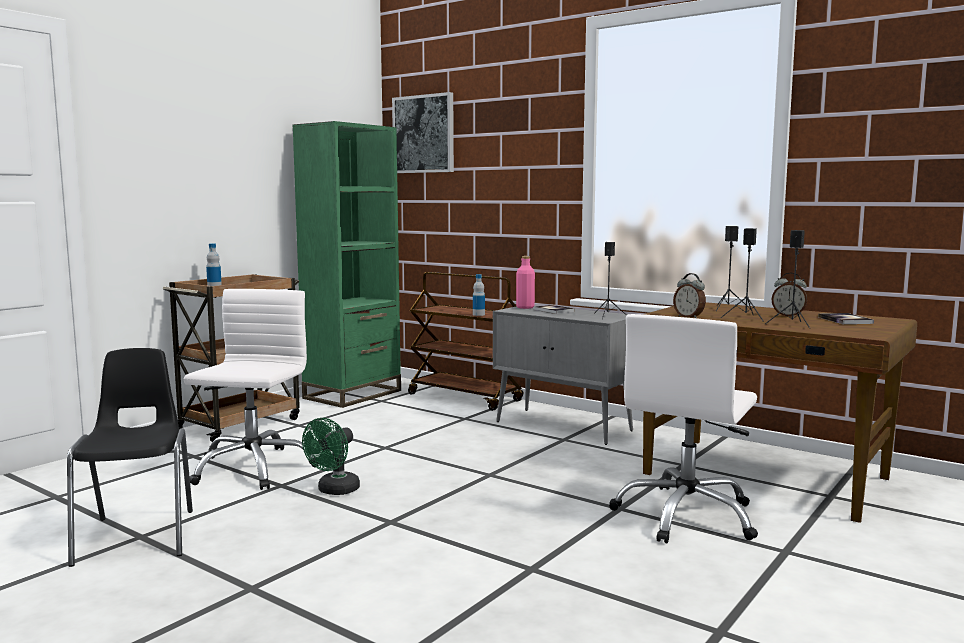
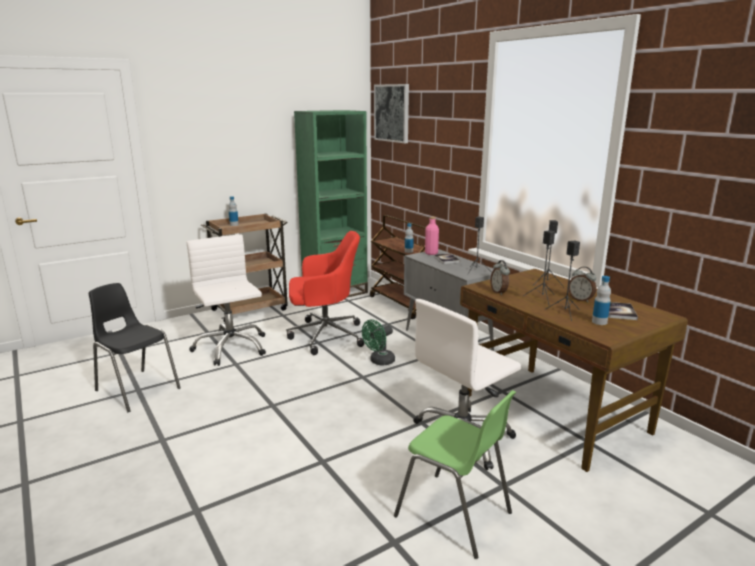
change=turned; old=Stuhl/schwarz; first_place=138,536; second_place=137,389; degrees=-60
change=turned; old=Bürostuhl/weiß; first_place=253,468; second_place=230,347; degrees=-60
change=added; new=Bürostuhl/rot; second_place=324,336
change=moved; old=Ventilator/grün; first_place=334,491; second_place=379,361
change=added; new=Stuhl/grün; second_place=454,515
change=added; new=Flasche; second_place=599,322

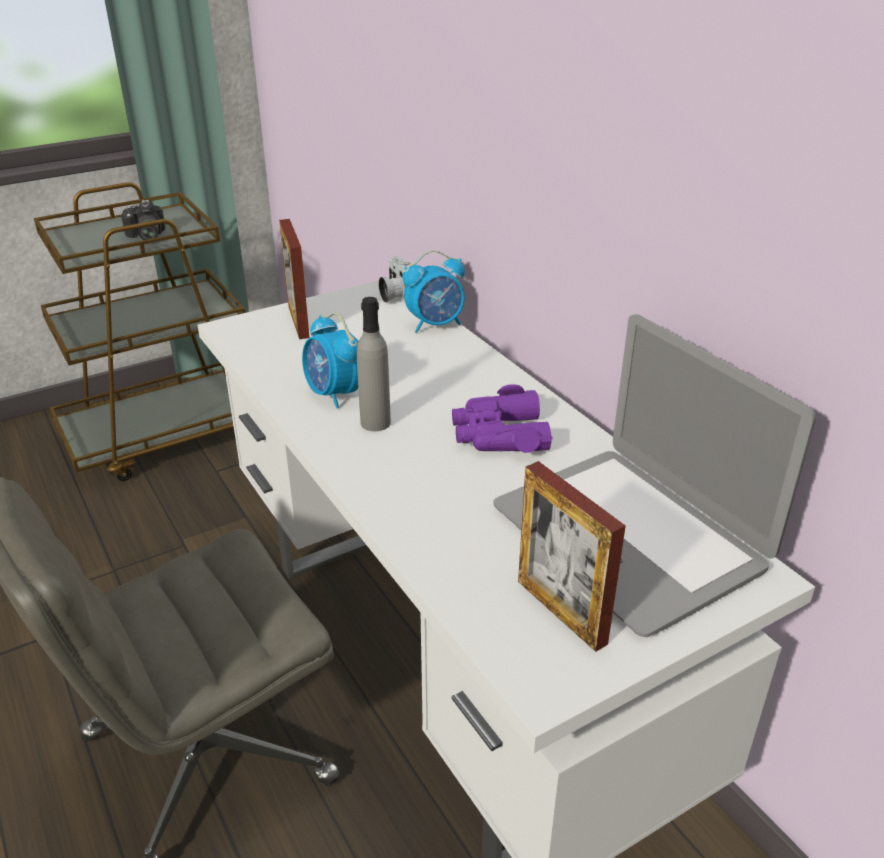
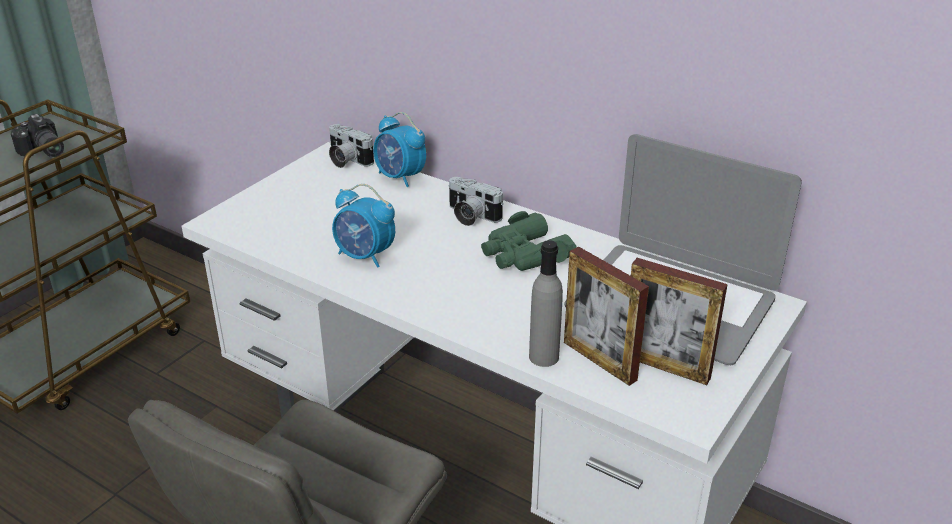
change=turned; old=Wecker; first_place=435,324; second_place=400,177; degrees=90
change=added; new=Kamera; second_place=470,216
change=recoloured; old=Fernglas/lila; new=Fernglas/grün; first_place=499,434; second_place=524,254
change=moved; old=Flasche/grau; first_place=375,423; second_place=544,357
change=moved; old=Bilderrahmen; first_place=298,321; second_place=599,361

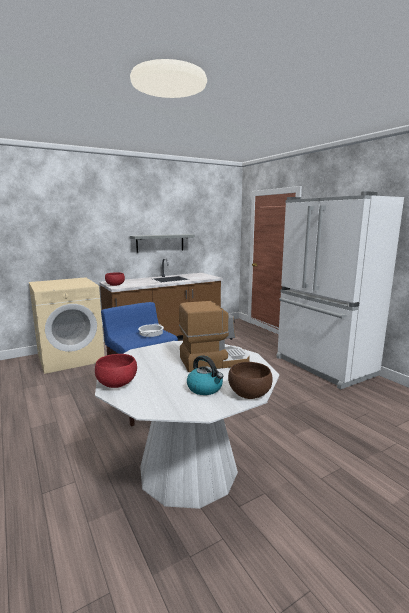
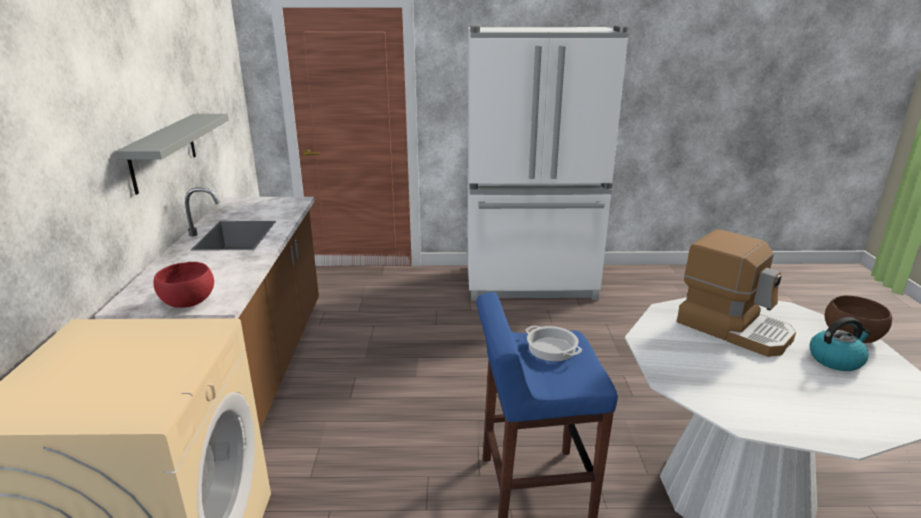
change=turned; old=Kaffeemaschine; first_place=213,360; second_place=734,328; degrees=120
change=removed; old=Schüssel/rot; first_place=117,383

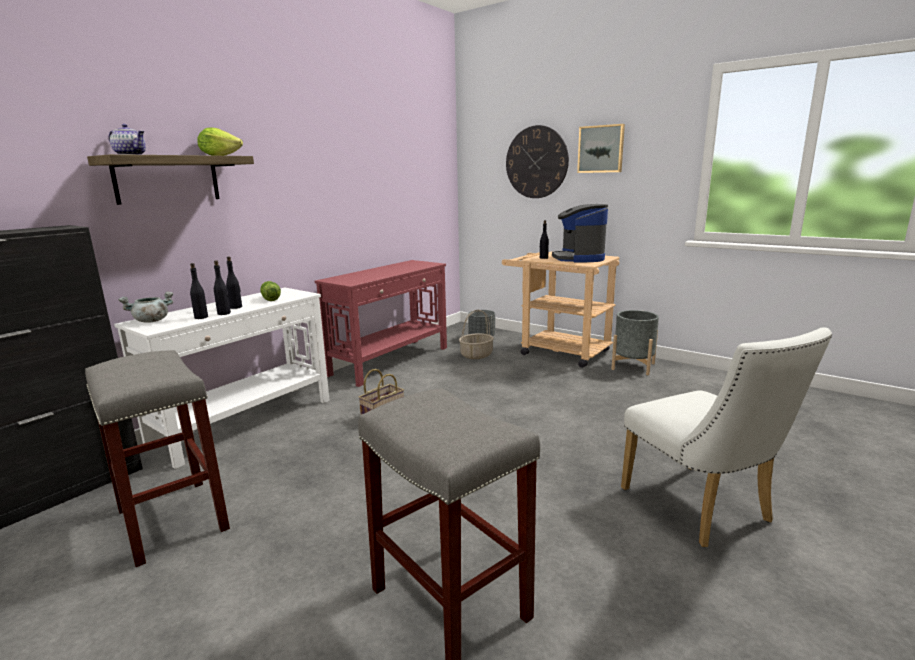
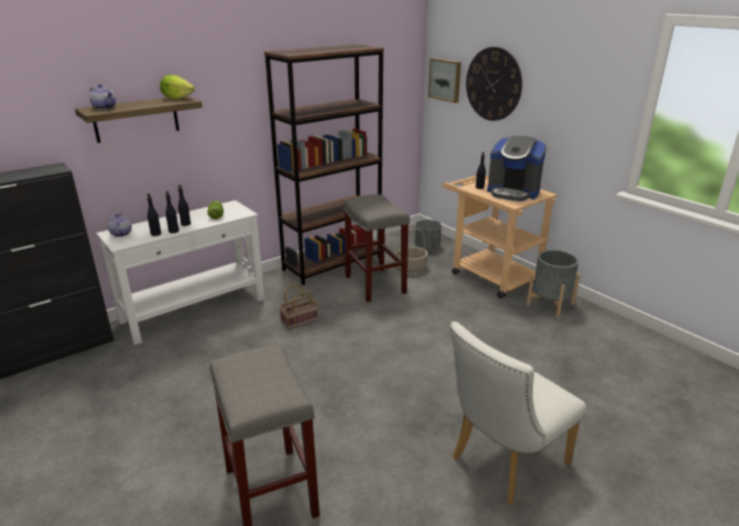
change=replaced; old=Kochtopf/grau; new=Teekanne; first_place=151,321; second_place=121,233
change=replaced; old=Konsolentisch/rot; new=Bücherregal/braun; first_place=391,361; second_place=332,263
change=moved; old=Hocker/grau; first_place=174,520; second_place=376,285
change=moved; old=Bild; first_place=601,149; second_place=445,79
change=turned; old=Stuhl/weiß; first_place=702,510; second_place=503,463; degrees=60
change=turned; old=Kaffeemaschine; first_place=579,258; second_place=513,192; degrees=-75

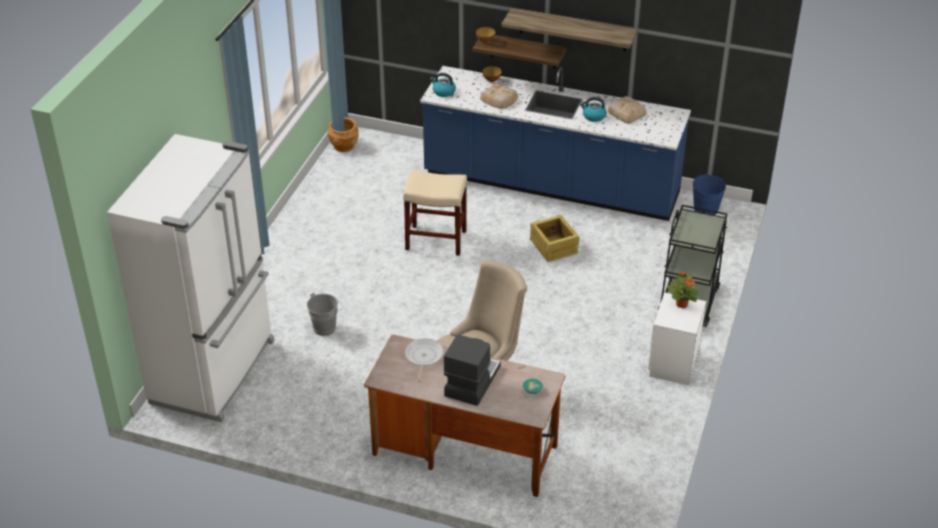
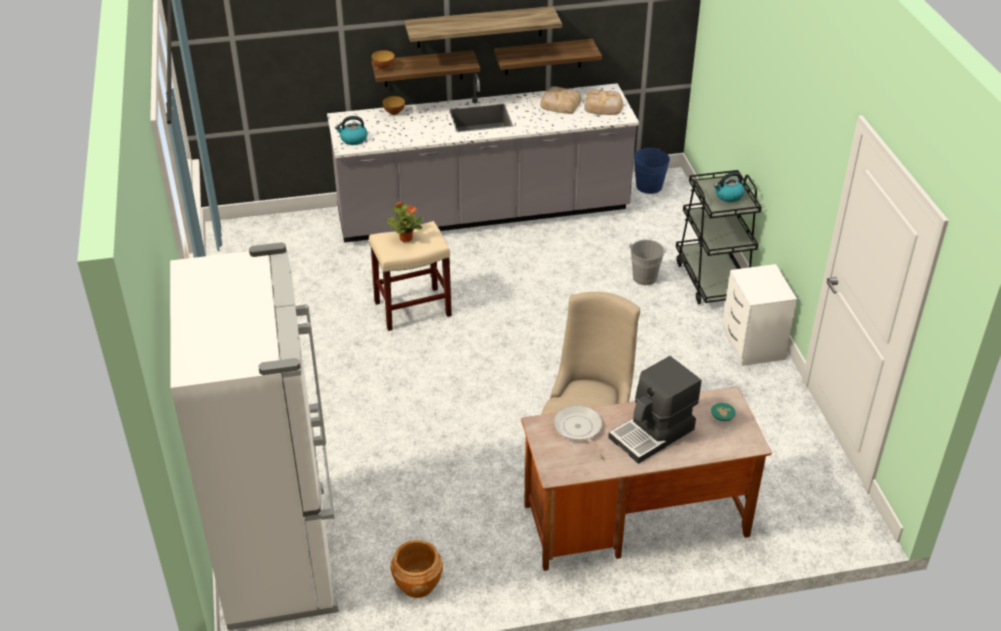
change=recoloured; old=Küchenzeile/blau; new=Küchenzeile/grau; first_place=551,185; second_place=483,213
change=moved; old=Topfpflanze; first_place=681,304; second_place=405,238
change=moved; old=Pflanzkübel/braun; first_place=343,146; second_place=417,584
change=added; new=Wandregal; second_place=543,57
change=moved; old=Brot; first_place=499,99; second_place=604,106
change=turned; old=Kaffeemaschine; first_place=471,381; second_place=653,434; degrees=-120
change=moved; old=Eimer/grau; first_place=326,327; second_place=645,276
change=moved; old=Wasserkessel; first_place=593,116; second_place=728,196
change=removed; old=Kiste; first_place=553,247

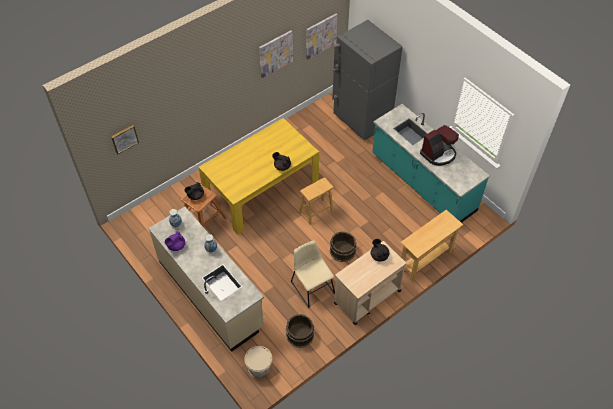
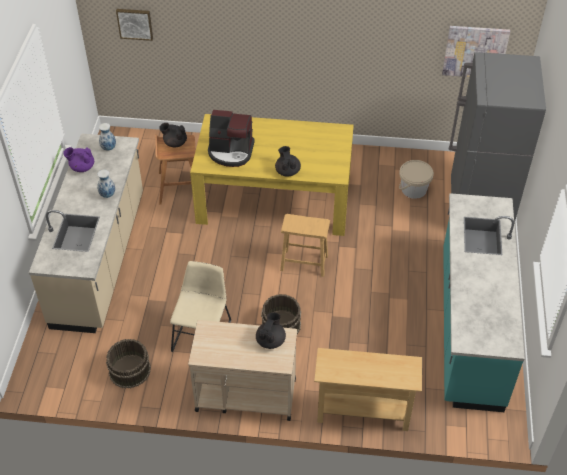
change=moved; old=Kaffeemaschine; first_place=438,154; second_place=231,152
change=moved; old=Eimer/beige; first_place=259,367; second_place=413,189
change=removed; old=Bild; first_place=275,53

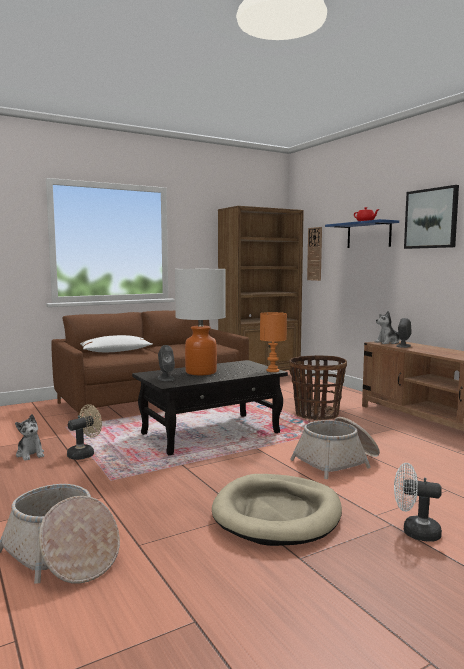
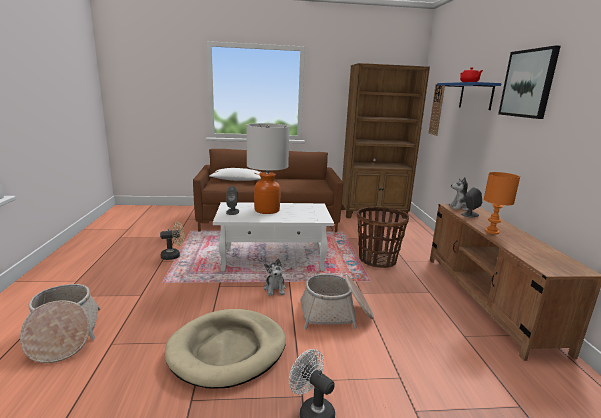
change=recoloured; old=Couchtisch/schwarz; new=Couchtisch/weiß; first_place=211,433; second_place=273,259
change=moved; old=Plüschtier; first_place=30,454; second_place=275,289
change=moved; old=Tischlampe/orange; first_place=272,371; second_place=491,232

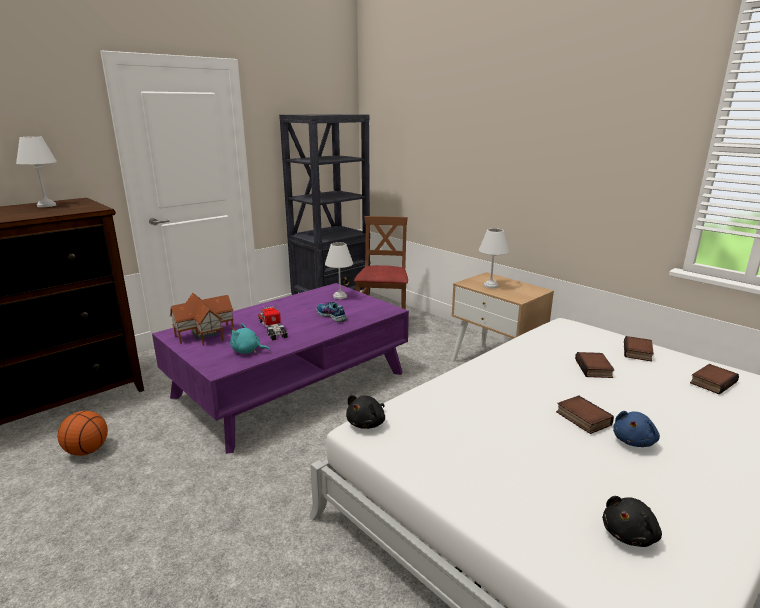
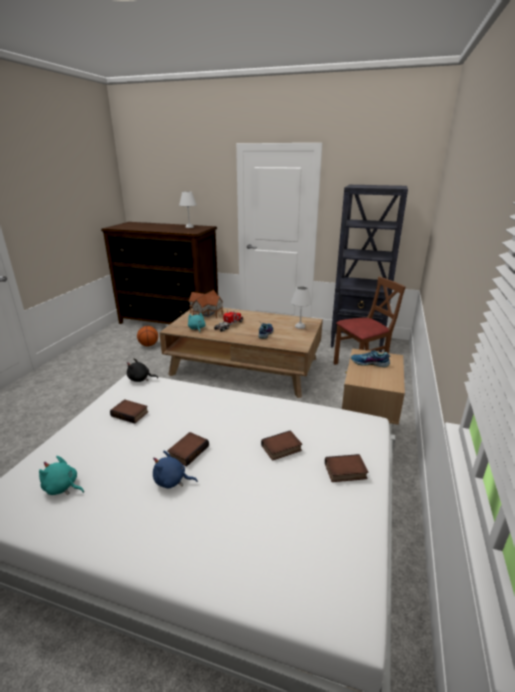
change=recoloured; old=Plüschtier/schwarz; new=Plüschtier/türkis; first_place=630,534; second_place=62,487
change=moved; old=Buch; first_place=712,382; second_place=131,413
change=recoloured; old=Couchtisch/lila; new=Couchtisch/braun; first_place=290,385; second_place=244,366
change=replaced; old=Tischlampe/weiß; new=Schuh; first_place=491,286; second_place=369,363

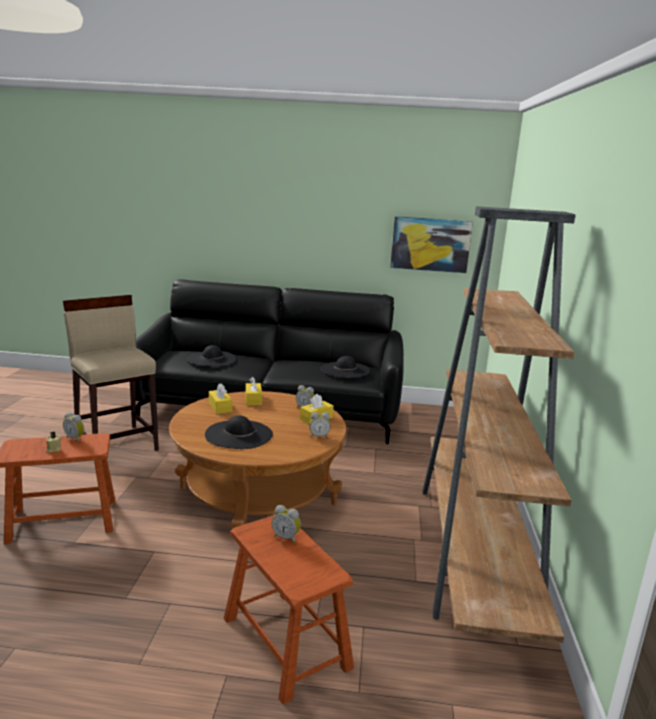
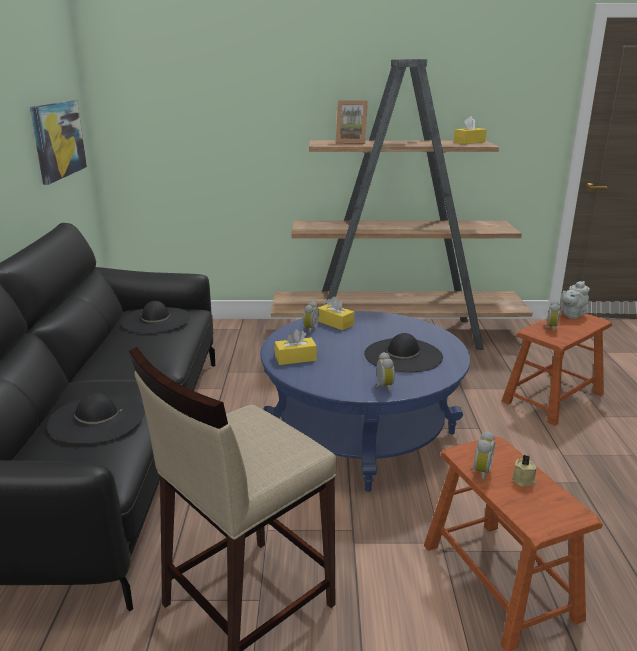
change=recoloured; old=Couchtisch/braun; new=Couchtisch/blau; first_place=257,496; second_place=361,433
change=added; new=Bilderrahmen; second_place=351,142
change=moved; old=Wecker; first_place=319,436; second_place=383,387
change=moved; old=Taschentuchbox/gelb; first_place=220,407; second_place=469,142
change=added; new=Teekanne/grau; second_place=571,315

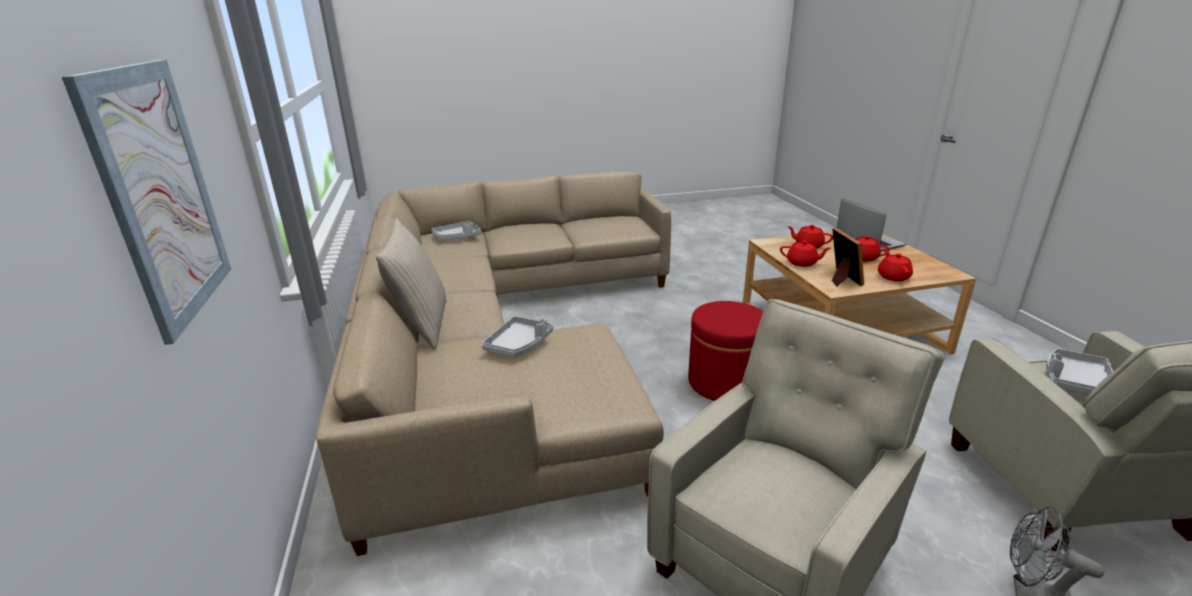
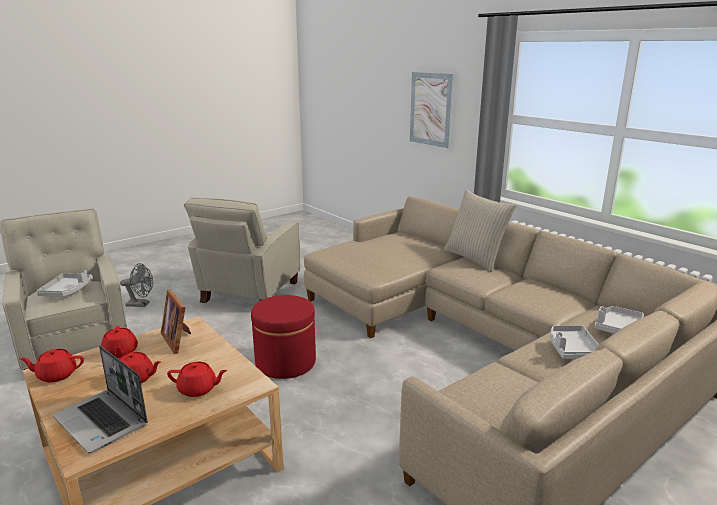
change=moved; old=Teekanne/rot; first_place=802,263; second_place=56,375
change=moved; old=Tablett/grau; first_place=519,345; second_place=572,349

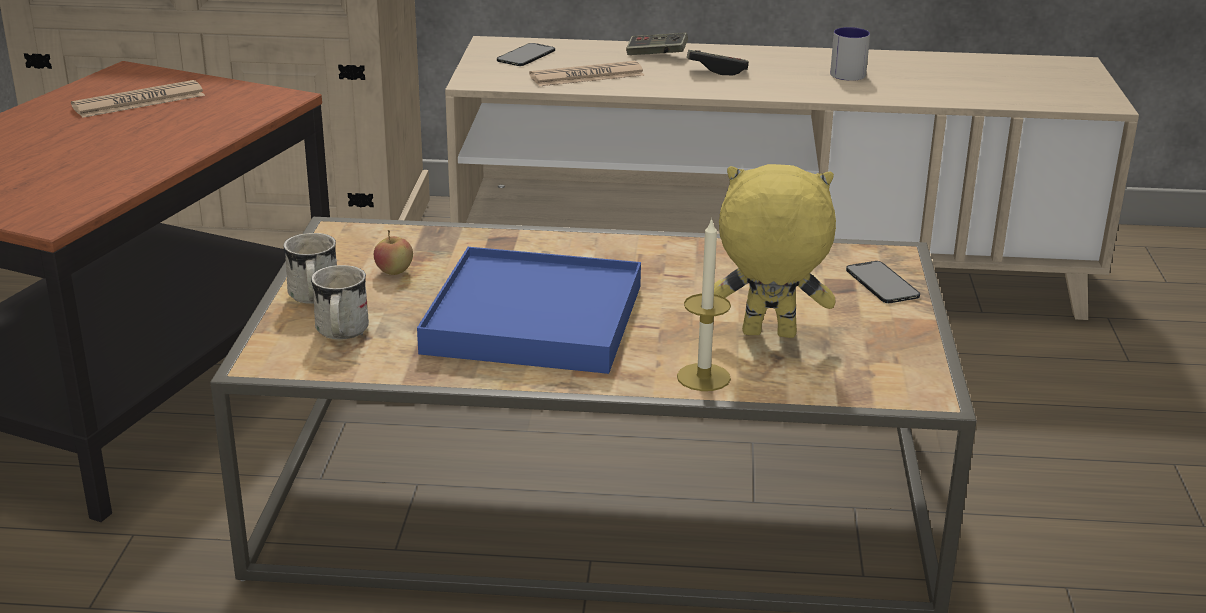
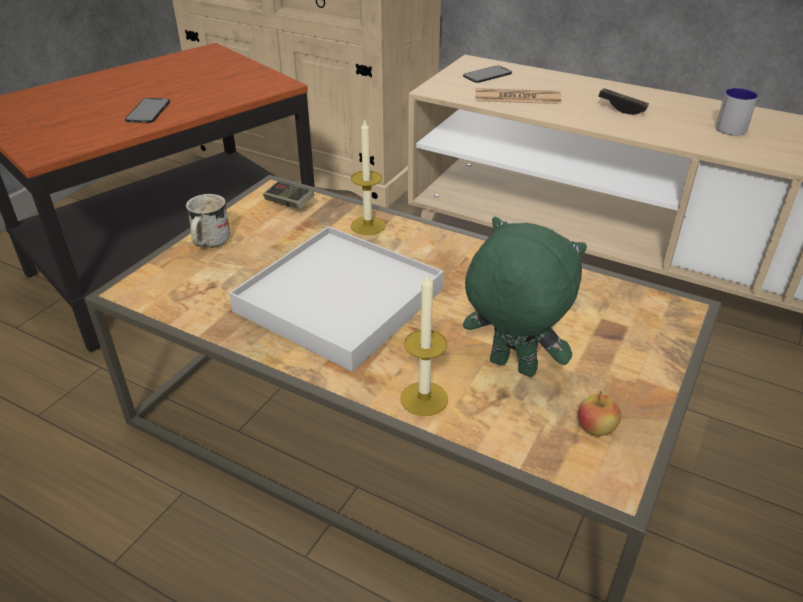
change=moved; old=Handy; first_place=882,283; second_place=148,111
change=recoloured; old=Tablett/blau; new=Tablett/weiß; first_place=533,319; second_place=338,300
change=moved; old=Gamepad; first_place=656,54; second_place=289,203
change=added; new=Kerze; second_place=368,225
change=recoloured; old=Plüschtier/gelb; new=Plüschtier/grün; first_place=768,335; second_place=511,368
change=moved; old=Apfel; first_place=394,272; second_place=595,429
change=removed; old=Zeitung; first_place=139,101
change=removed; old=Henkelbecher/weiß; first_place=340,333

